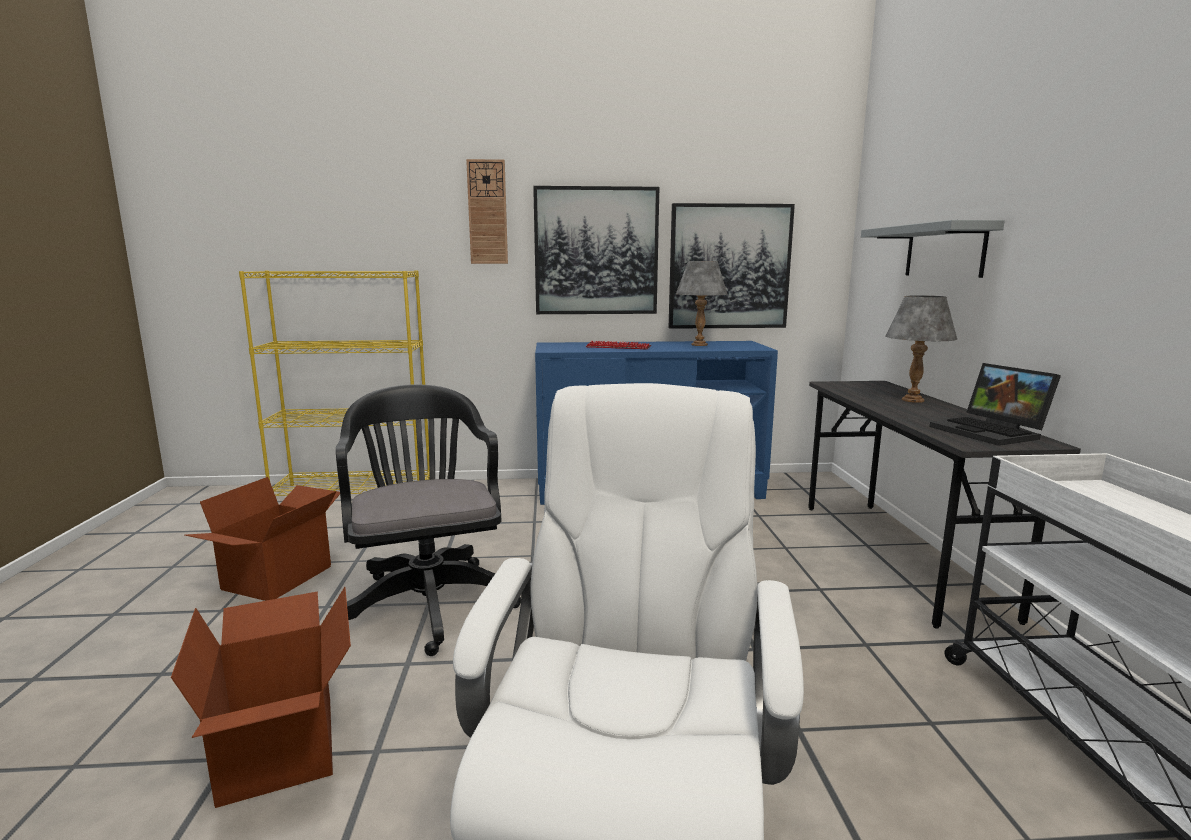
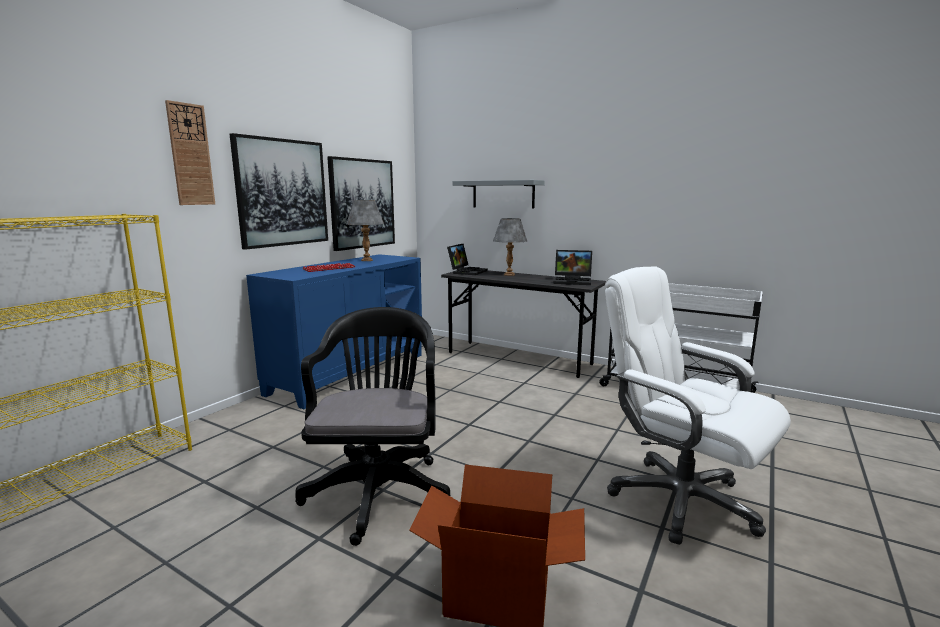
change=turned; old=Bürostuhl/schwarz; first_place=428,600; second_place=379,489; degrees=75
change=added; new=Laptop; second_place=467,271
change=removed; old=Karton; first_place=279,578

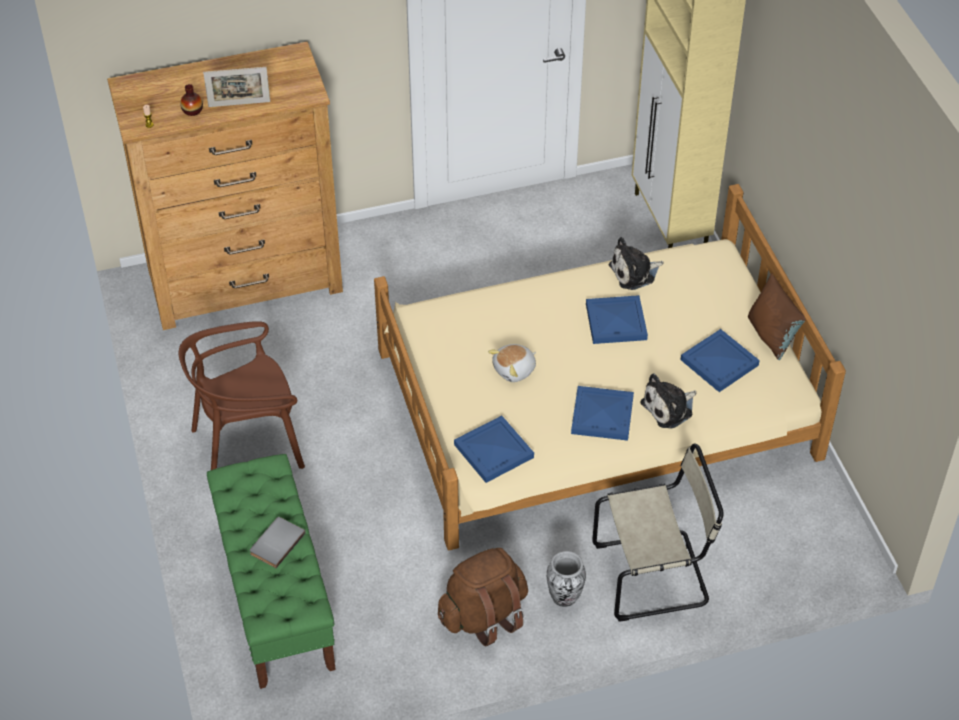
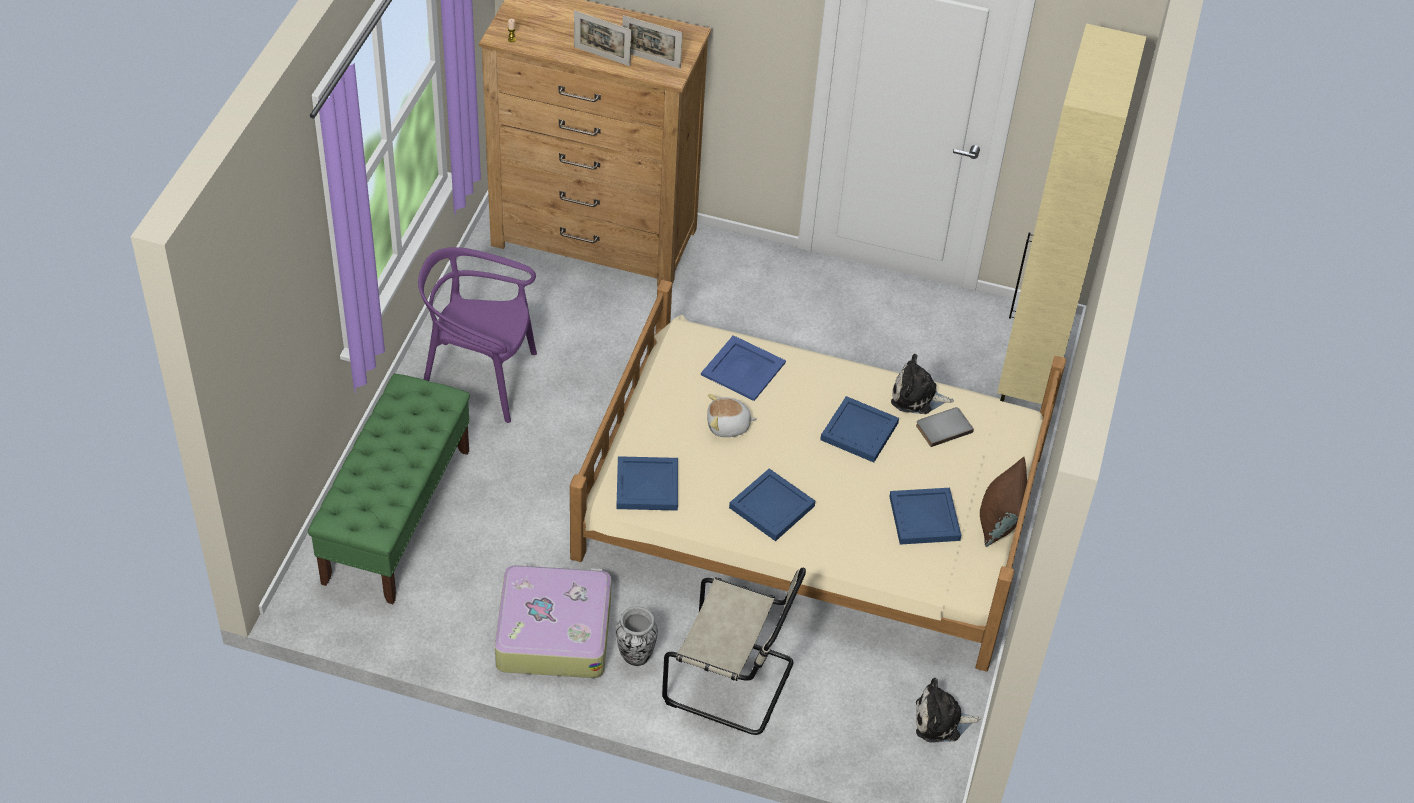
change=recoloured; old=Stuhl/braun; new=Stuhl/lila; first_place=248,444; second_place=480,378
change=replaced; old=Rucksack/braun; new=Koffer; first_place=484,616; second_place=553,631
change=added; new=Bilderrahmen; second_place=651,60
change=added; new=Tablett/blau; second_place=742,368
change=moved; old=Buch/grau; first_place=276,543; second_place=943,427
change=moved; old=Plüschtier; first_place=669,408; second_place=941,721
change=removed; old=Vase; first_place=192,110

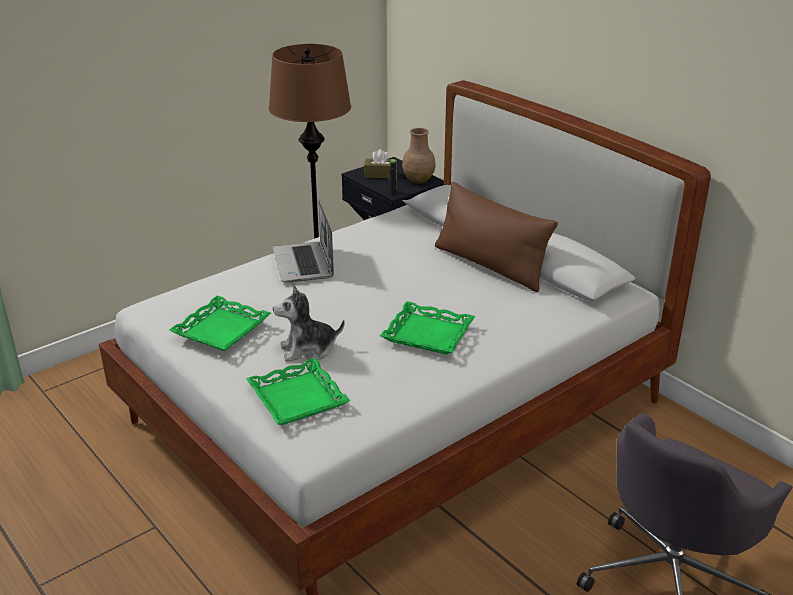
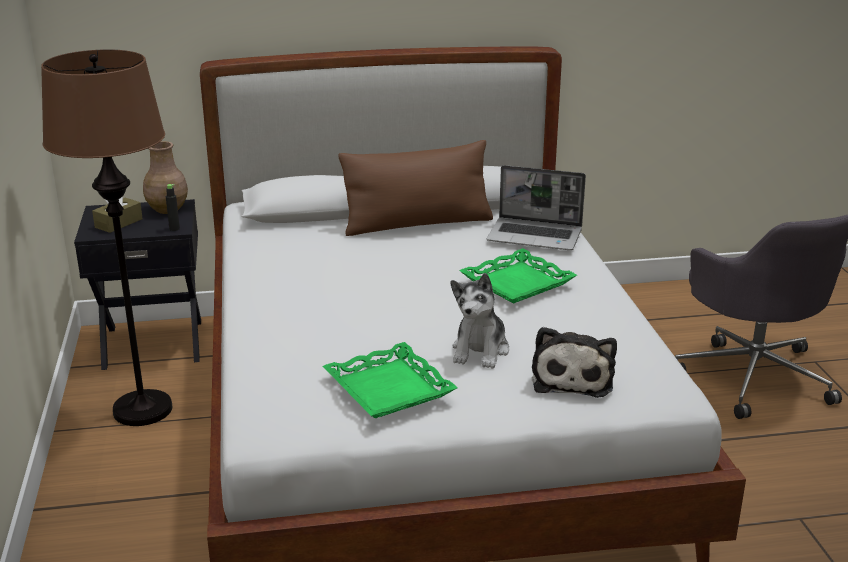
change=moved; old=Laptop; first_place=304,264; second_place=536,236
change=replaced; old=Tablett/grün; new=Plüschtier; first_place=298,398; second_place=572,378

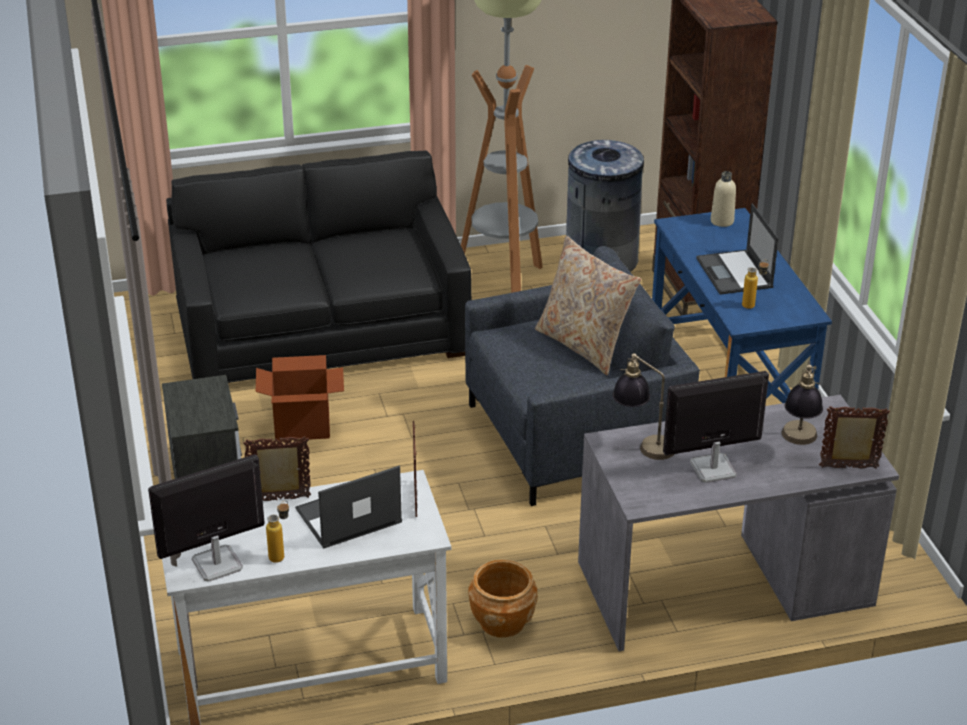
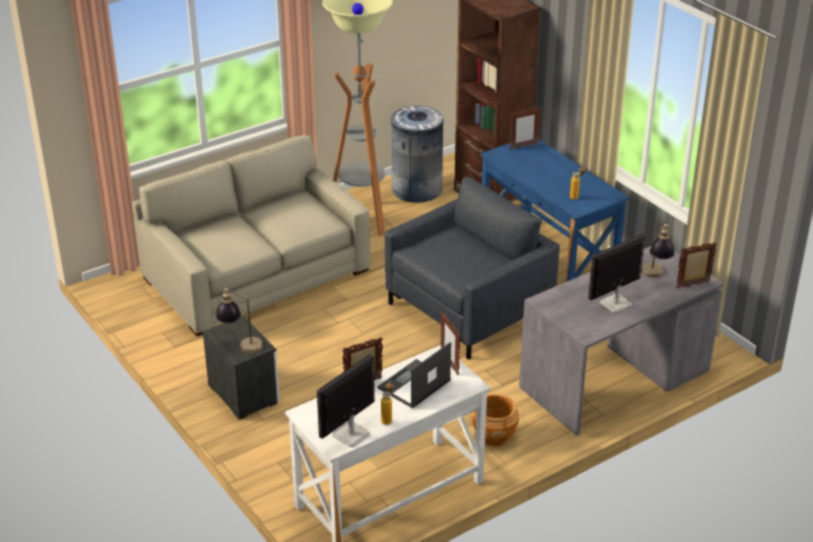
change=recoloured; old=Sofa/schwarz; new=Sofa/beige; first_place=322,328; second_place=256,273
change=moved; old=Tischlampe; first_place=642,444; second_place=241,345
change=replaced; old=Flasche/beige; new=Bilderrahmen; first_place=722,221; second_place=523,146
change=removed; old=Karton; first_place=303,426
change=removed; old=Kissen/beige; first_place=584,345
change=removed; old=Laptop; first_place=735,273

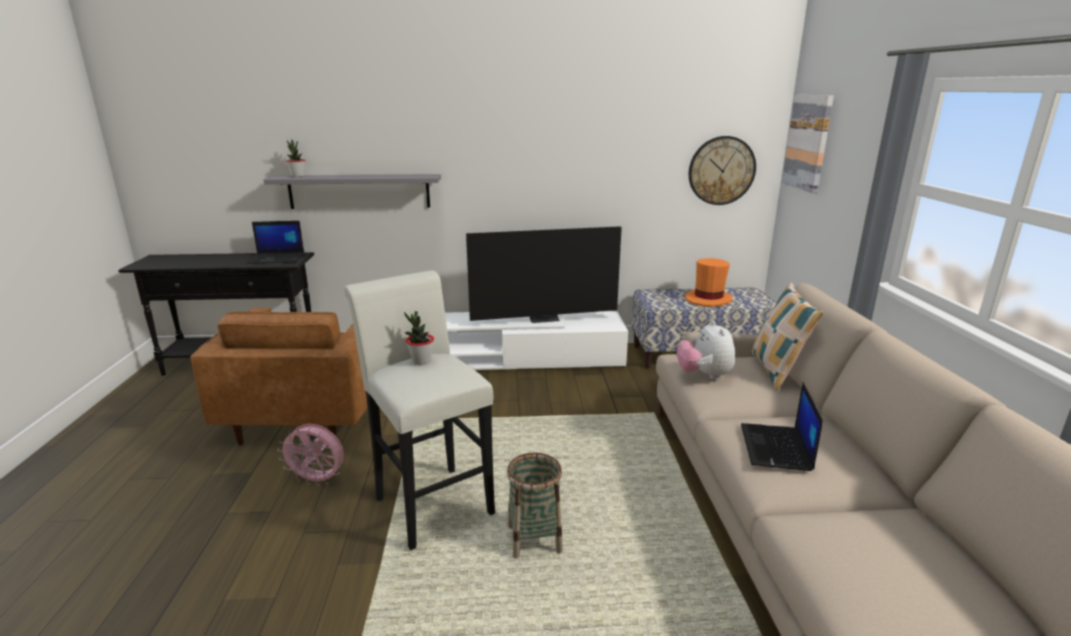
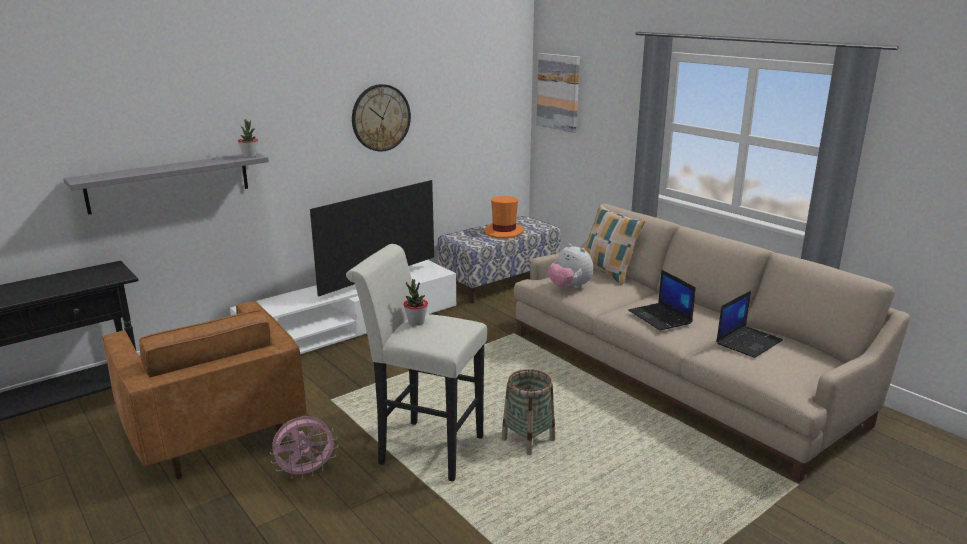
change=moved; old=Topfpflanze; first_place=298,176; second_place=249,156
change=moved; old=Wanduhr; first_place=721,170; second_place=381,118
change=moved; old=Laptop; first_place=277,258; second_place=748,341

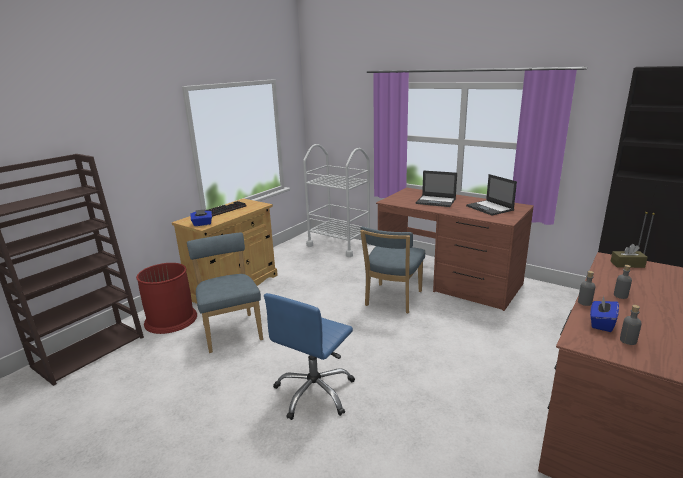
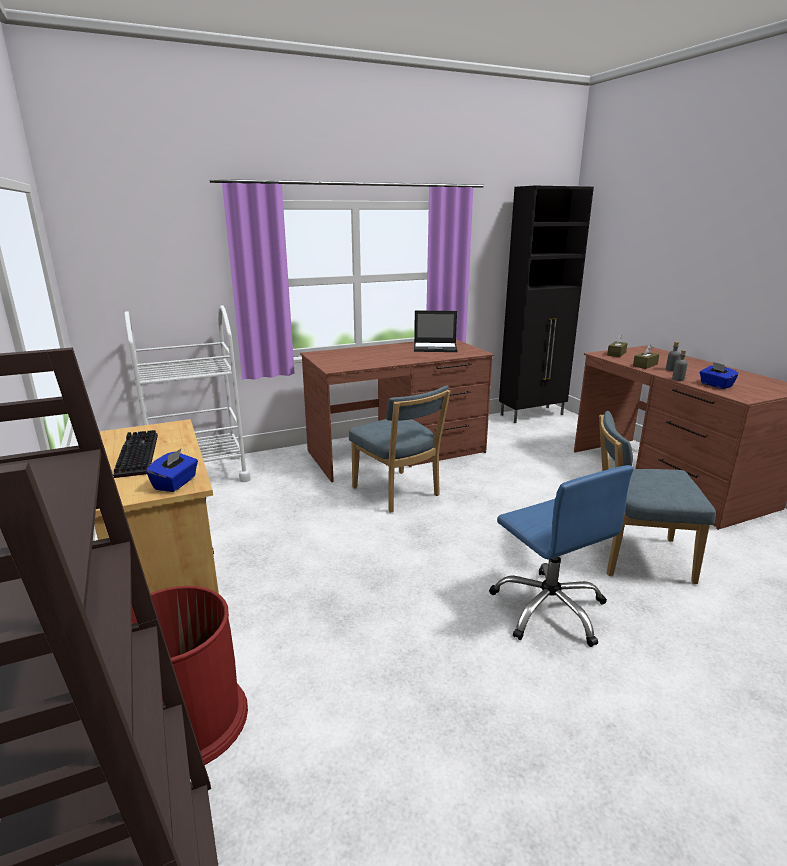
change=moved; old=Stuhl/blau; first_place=231,330; second_place=635,557
change=added; new=Taschentuchbox/braun; second_place=645,365
change=removed; old=Laptop; first_place=436,201
change=removed; old=Flasche/grau; first_place=628,340

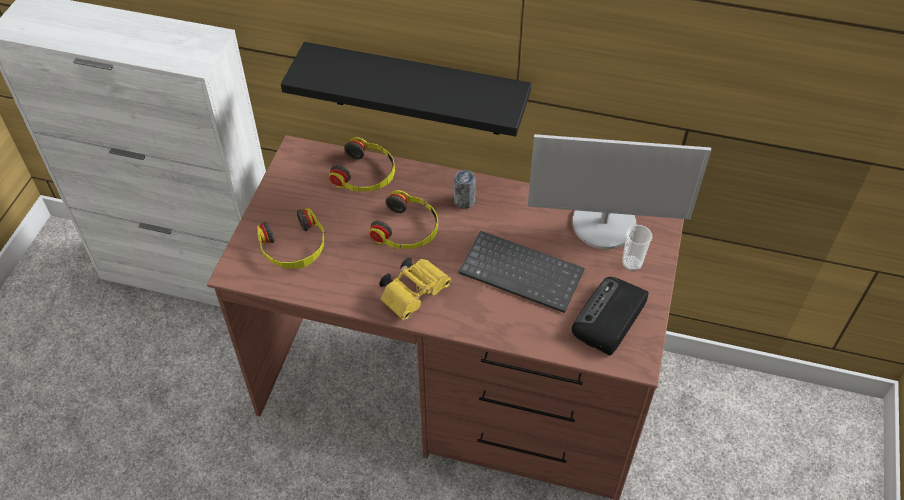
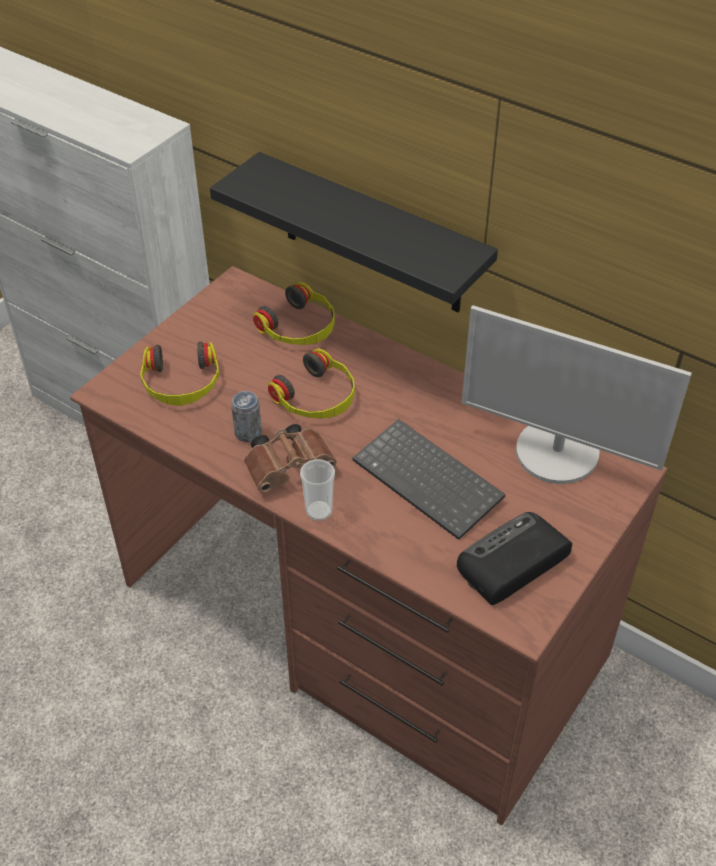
change=moved; old=Dose; first_place=464,201; second_place=248,433
change=recoloured; old=Fernglas/gelb; new=Fernglas/braun; first_place=415,293; second_place=291,467
change=moved; old=Tasse; first_place=632,263; second_place=319,511

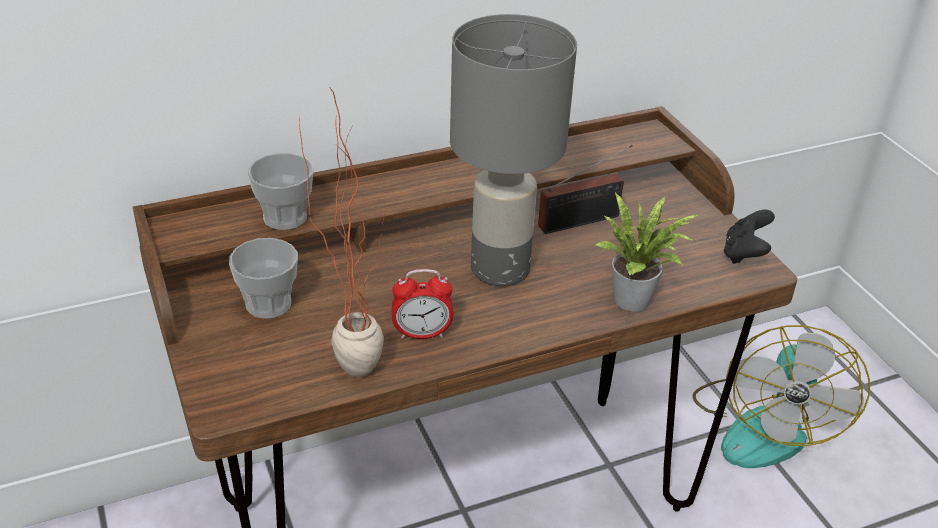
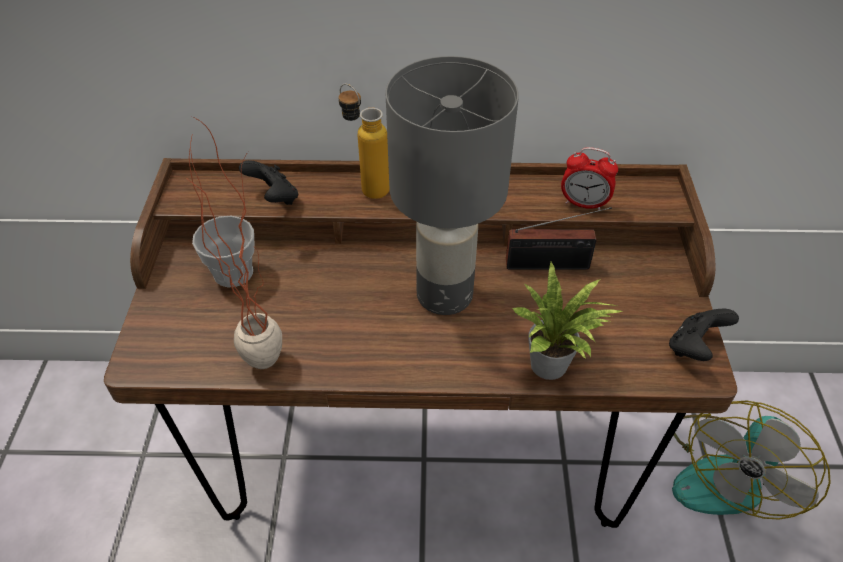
change=replaced; old=Tasse; new=Gamepad/schwarz; first_place=285,217; second_place=274,198
change=added; new=Flasche; second_place=366,186
change=moved; old=Wecker; first_place=422,334; second_place=583,204

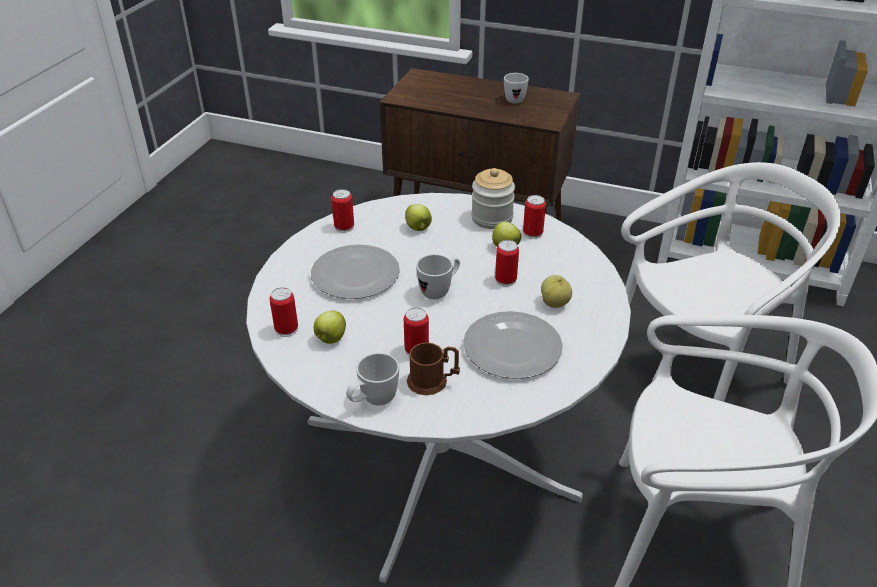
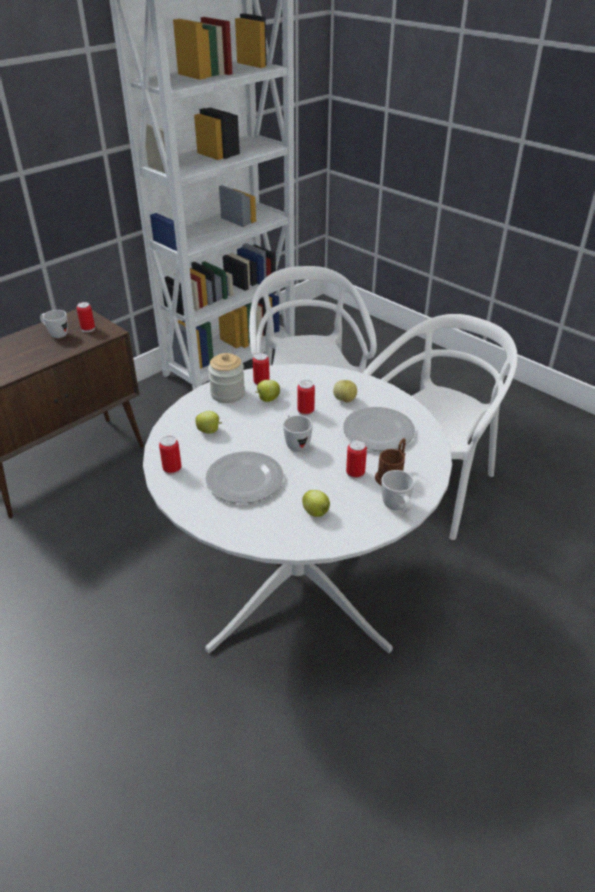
change=moved; old=Dose; first_place=286,329; second_place=88,329

